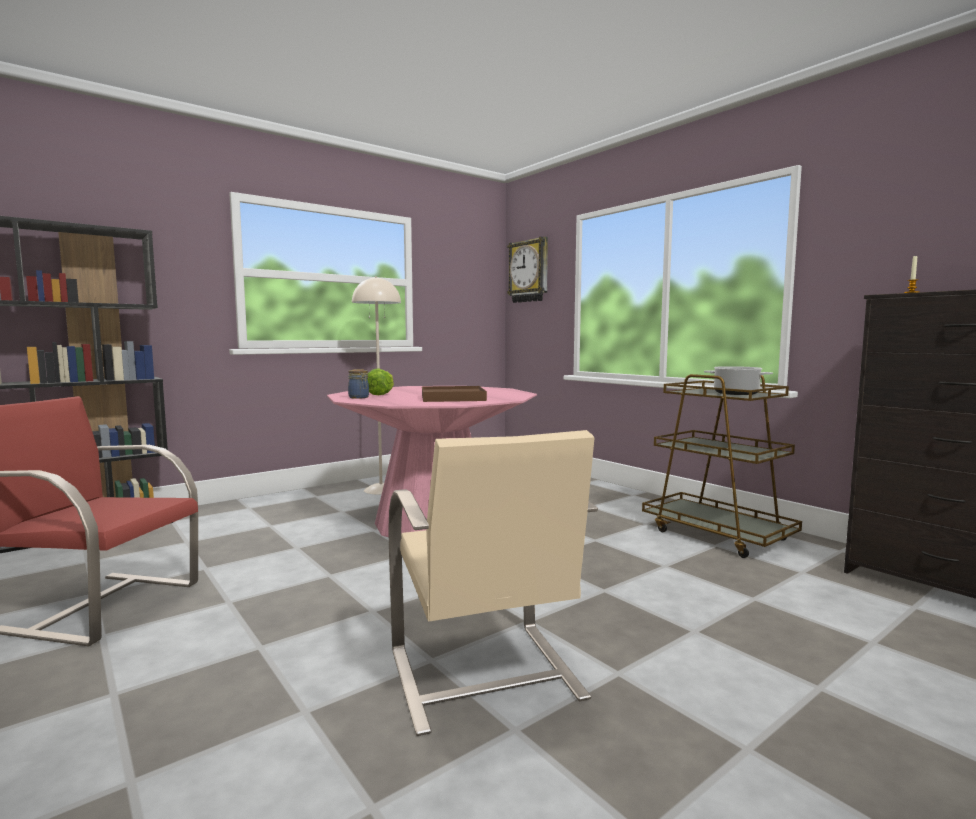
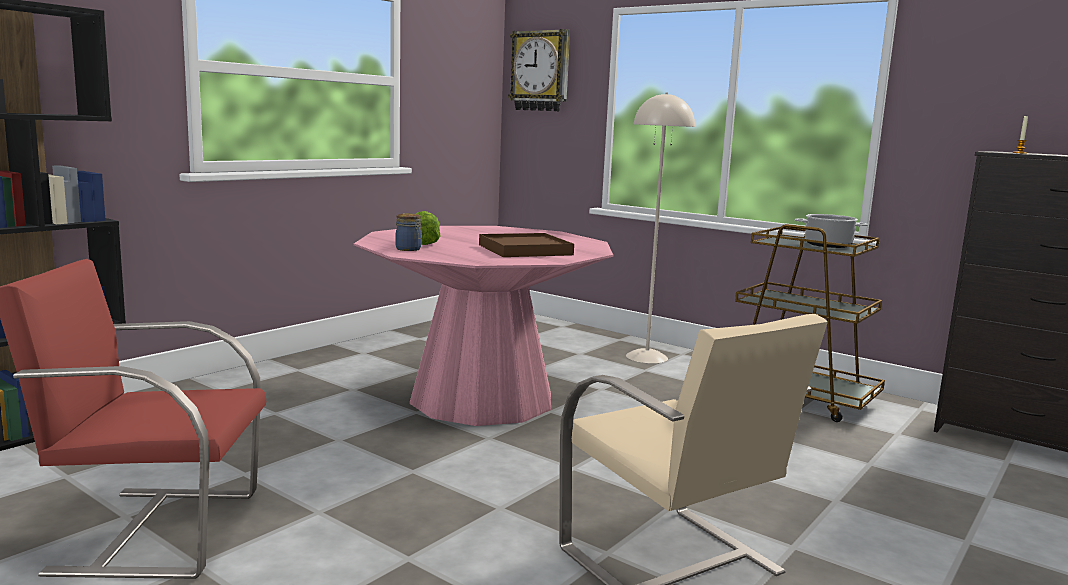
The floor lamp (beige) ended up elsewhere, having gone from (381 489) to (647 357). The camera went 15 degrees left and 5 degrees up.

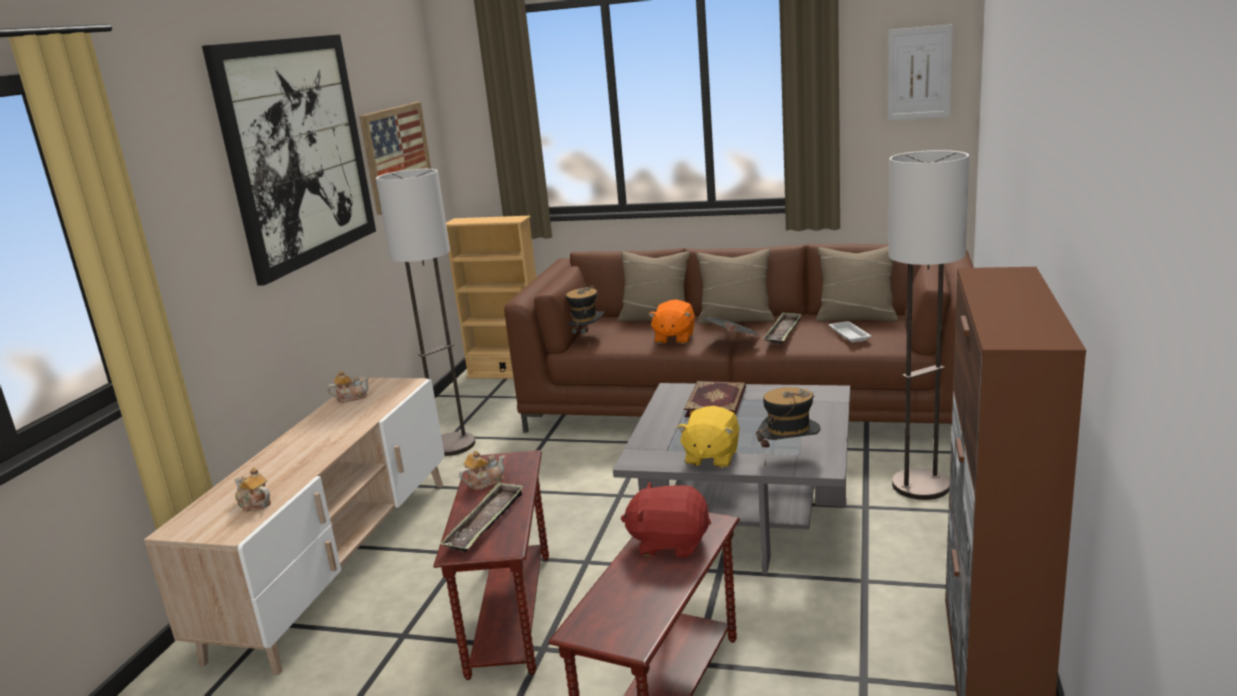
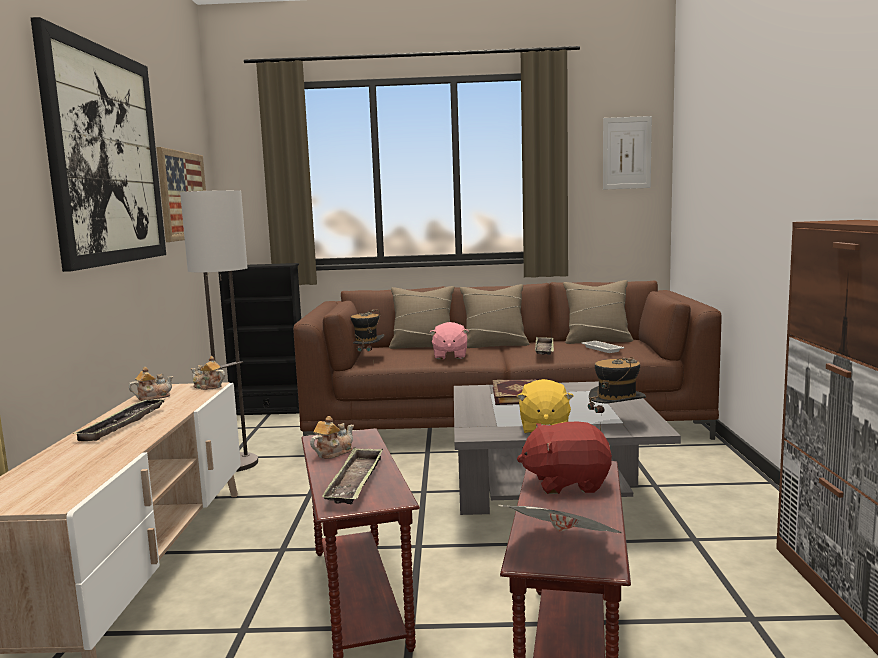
The second view gained the tray at (123 424). The teapot ended up elsewhere, having gone from (254 504) to (208 387). What was the bookcase (beige) at (508 373) turned into the bookcase (black) at (269 410). What was the plush toy (orange) at (674 338) turned into the plush toy (pink) at (449 356). The newspaper ended up elsewhere, having gone from (733 342) to (564 551). The second view lost the floor lamp at (920 485). The camera went 15 degrees left and 10 degrees down.

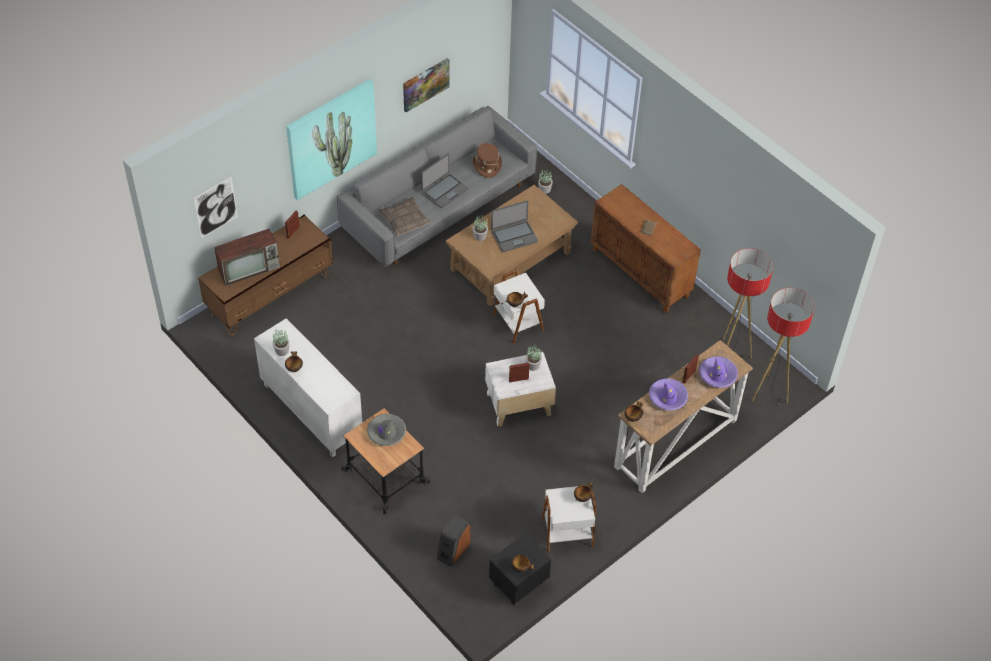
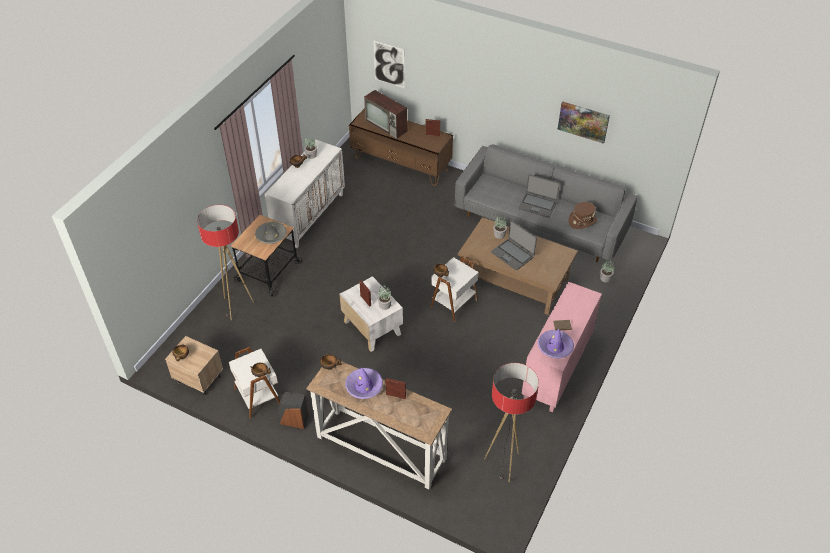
What was the nightstand (black) at (518 583) turned into the nightstand (beige) at (198 378). The floor lamp ended up elsewhere, having gone from (769 394) to (236 307). The speaker ended up elsewhere, having gone from (453 550) to (293 419). What was the cabinet (brown) at (641 273) turned into the cabinet (pink) at (557 369). The hat (purple) ended up elsewhere, having gone from (717 375) to (555 347). The second view lost the picture at (330 138). The second view lost the pillow at (404 220). The camera went 70 degrees right and 5 degrees down.

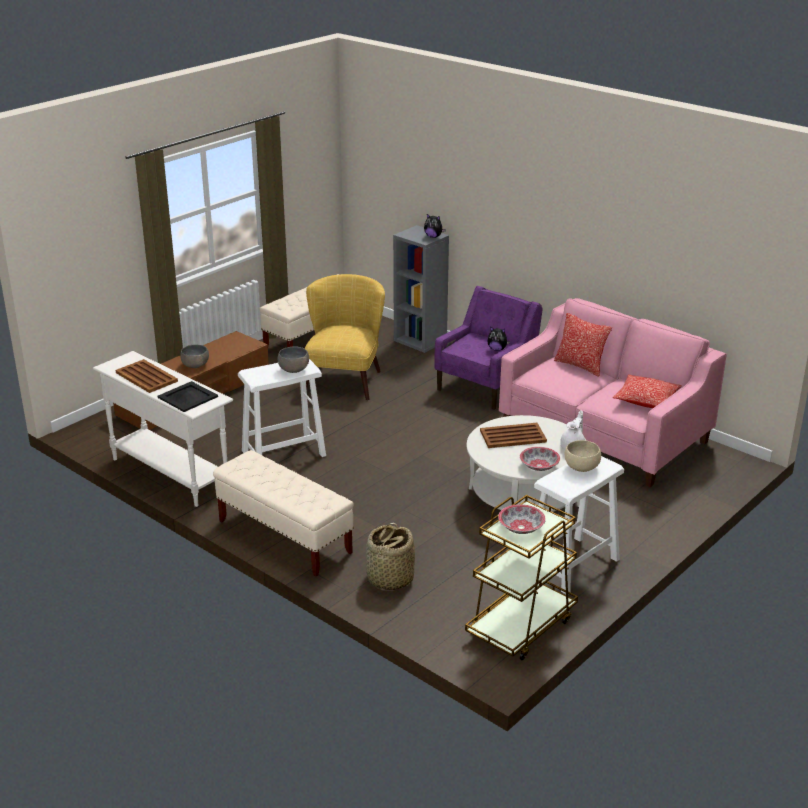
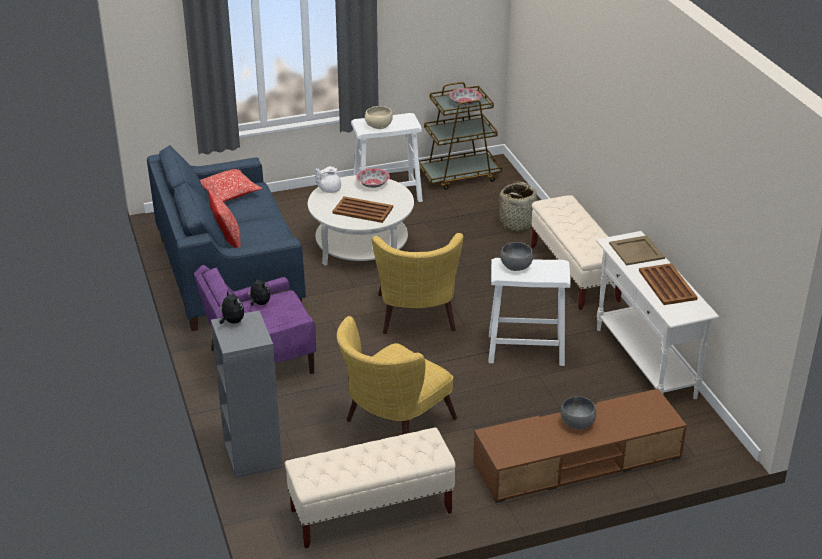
What was the sofa (pink) at (604 434) turned into the sofa (blue) at (229 274). The second view gained the armchair (yellow) at (417 319). What was the tray (black) at (188 397) turned into the tray (beige) at (636 251). The camera went 150 degrees left and 5 degrees up.

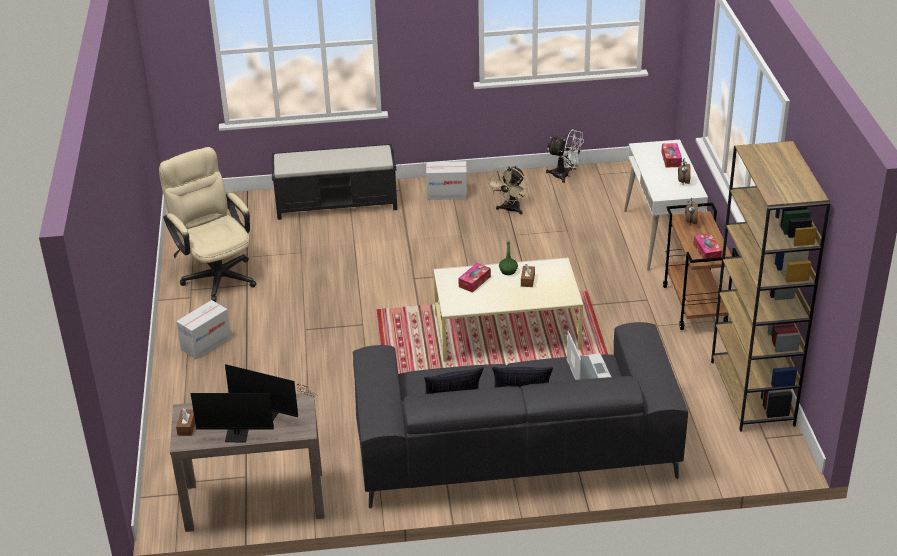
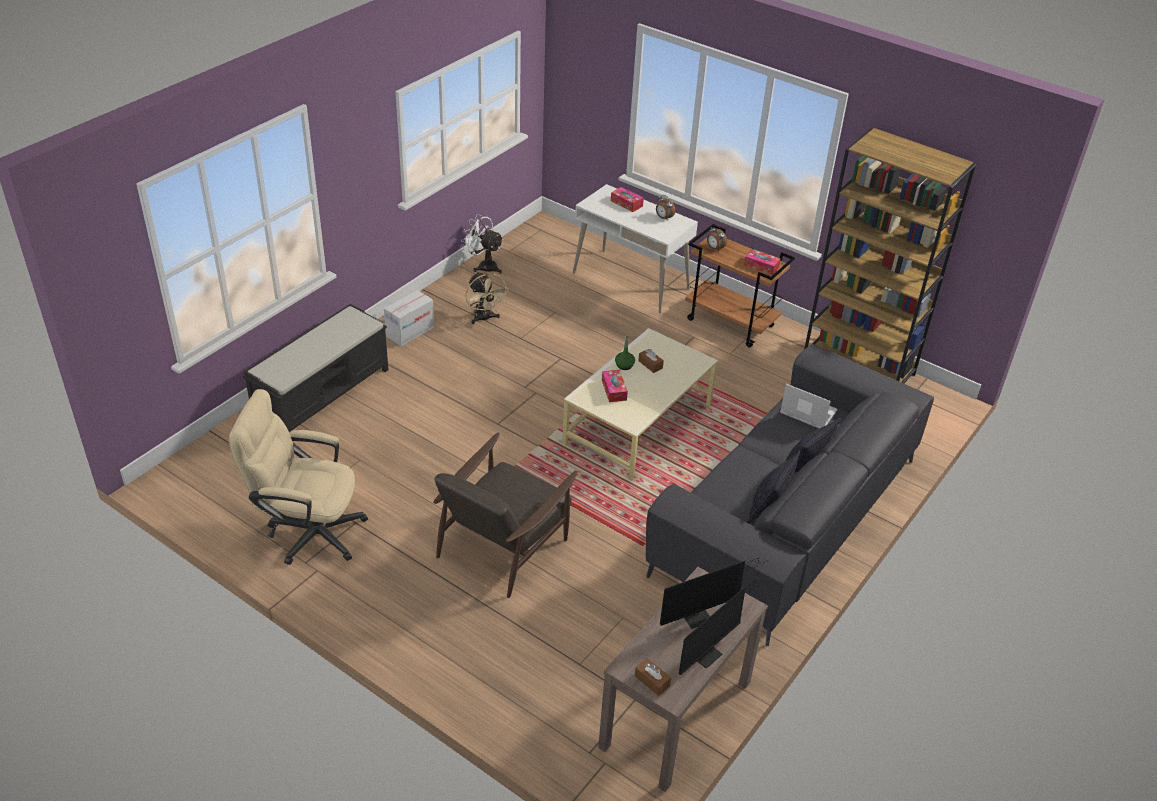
The second view gained the armchair (brown) at (503 544). The fan (white) at (565 175) ended up facing another way, 120 degrees counterclockwise from before. The second view lost the cardboard box at (206 343). The camera went 50 degrees left and 5 degrees up.

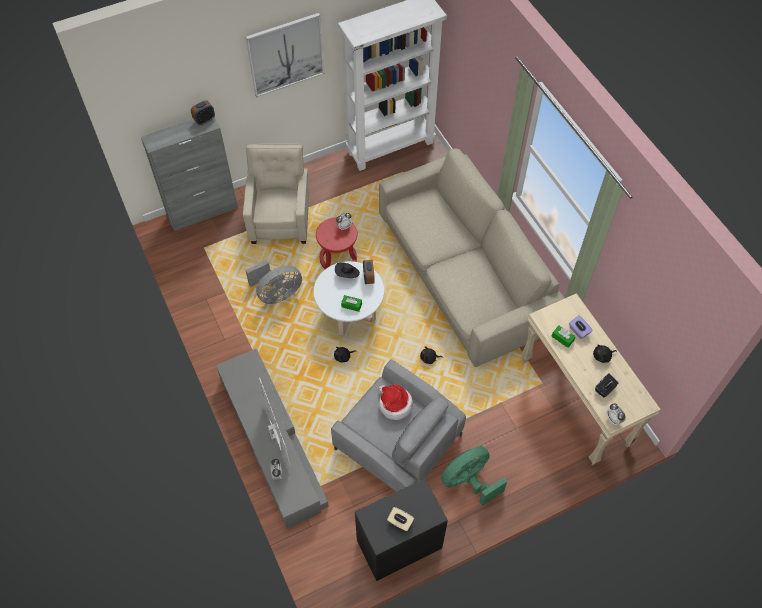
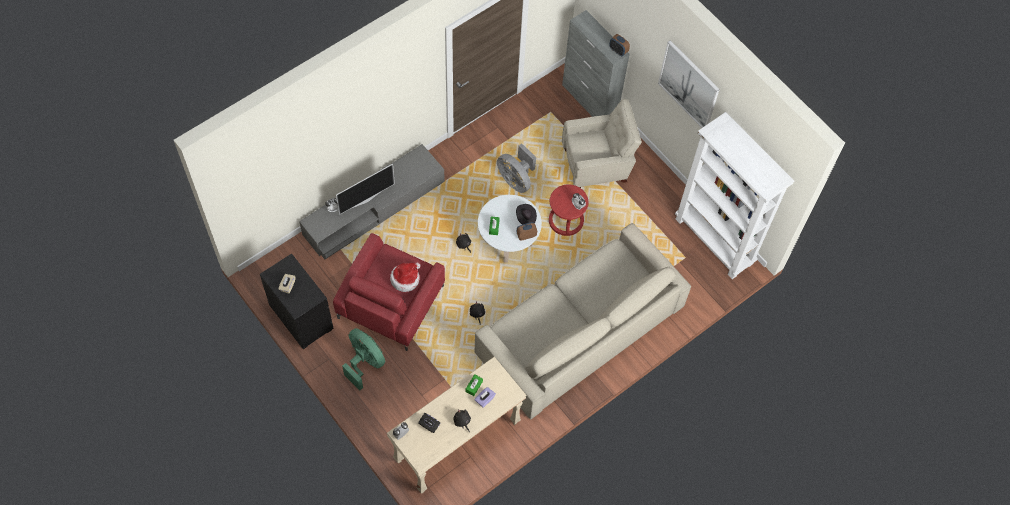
What was the armchair (grey) at (397 441) turned into the armchair (red) at (391 301). The camera went 75 degrees right and 5 degrees up.

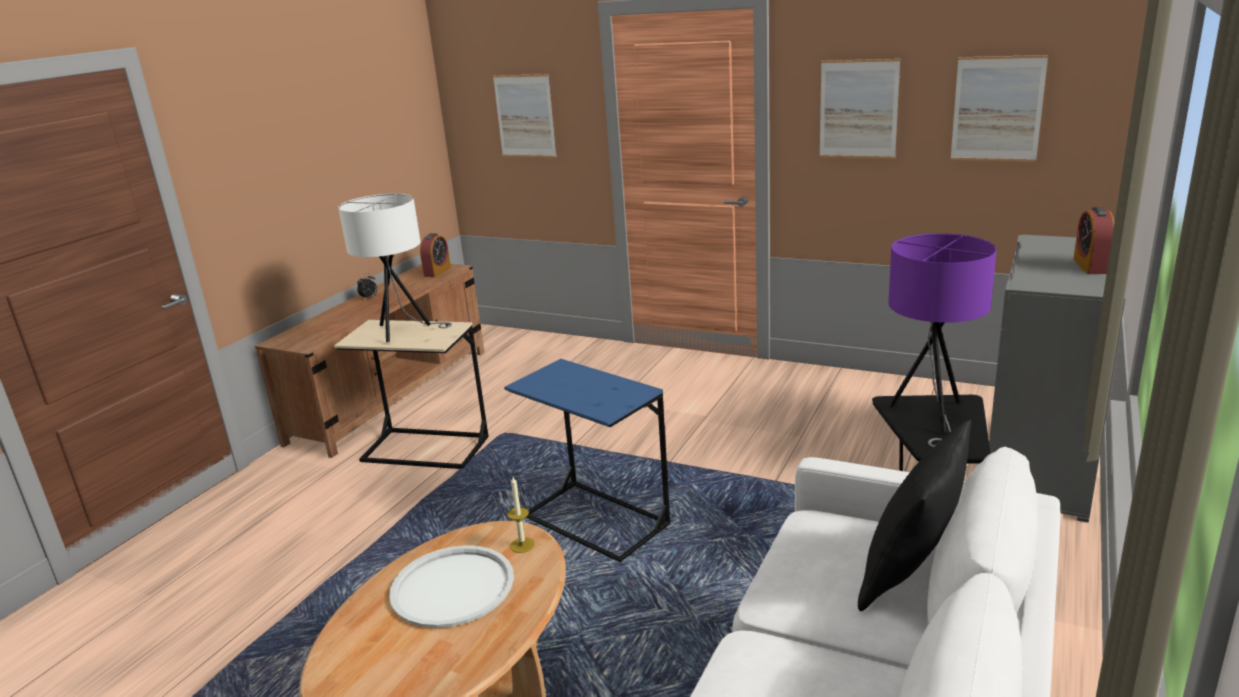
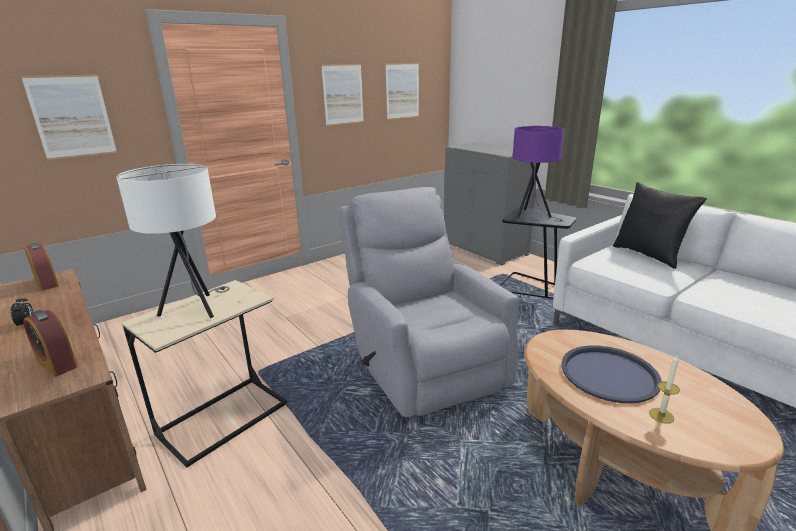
The alarm clock ended up elsewhere, having gone from (1090 266) to (57 363). Where the side table (blue) stood at (596 521), the armchair (grey) came to stand at (422 361). What was the tray (white) at (452 587) turned into the tray (blue) at (609 374). The candle ended up elsewhere, having gone from (522 545) to (661 415). The camera went 65 degrees left and 0 degrees up.

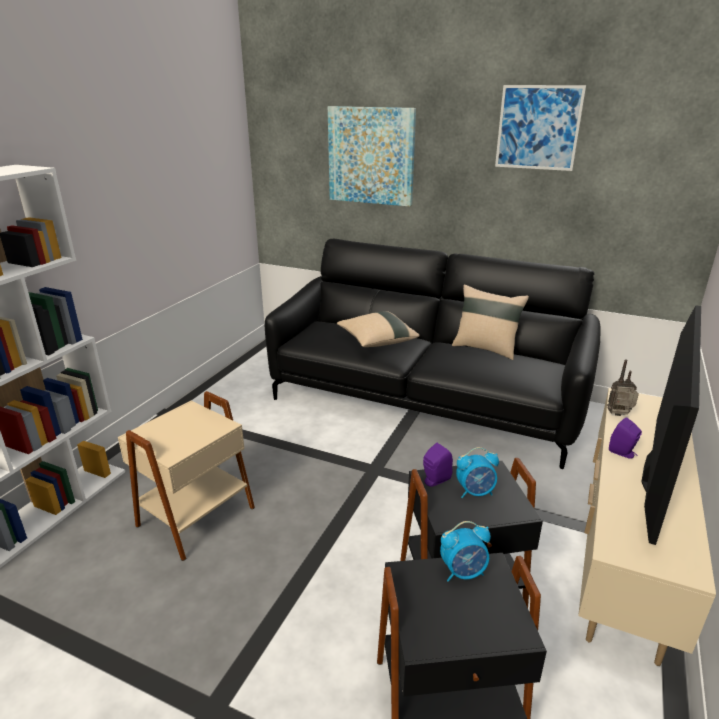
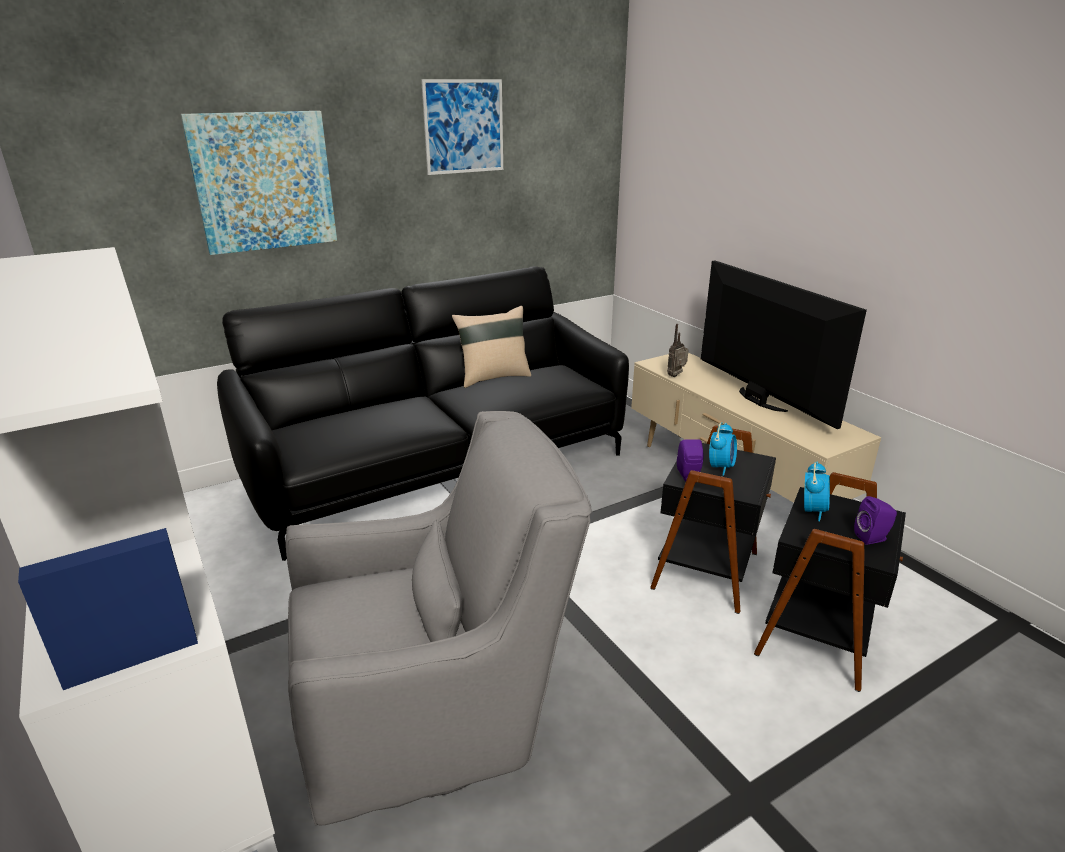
Where the side table (beige) stood at (194 515), the armchair (grey) came to stand at (437 716). The speaker (purple) ended up elsewhere, having gone from (623 453) to (872 538). The second view lost the pillow (beige) at (376 341). The camera went 55 degrees left and 0 degrees up.

